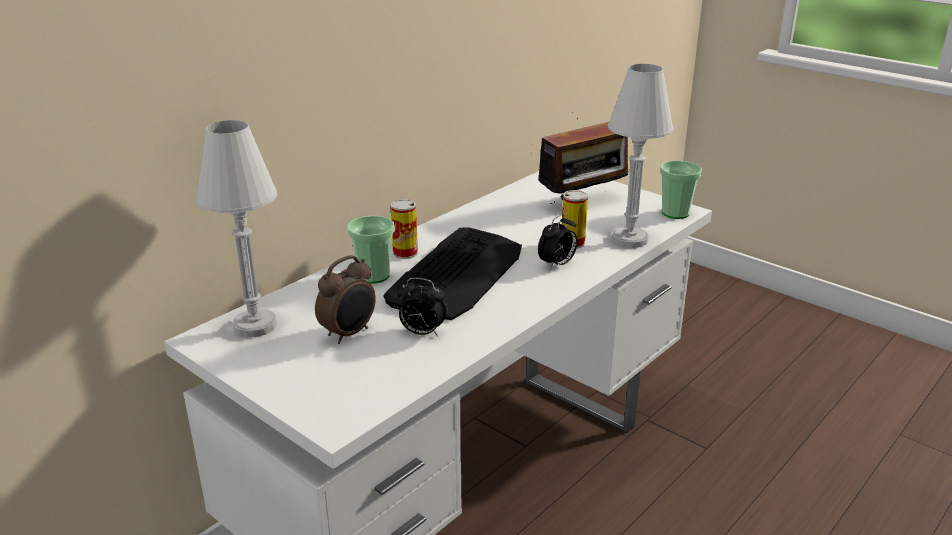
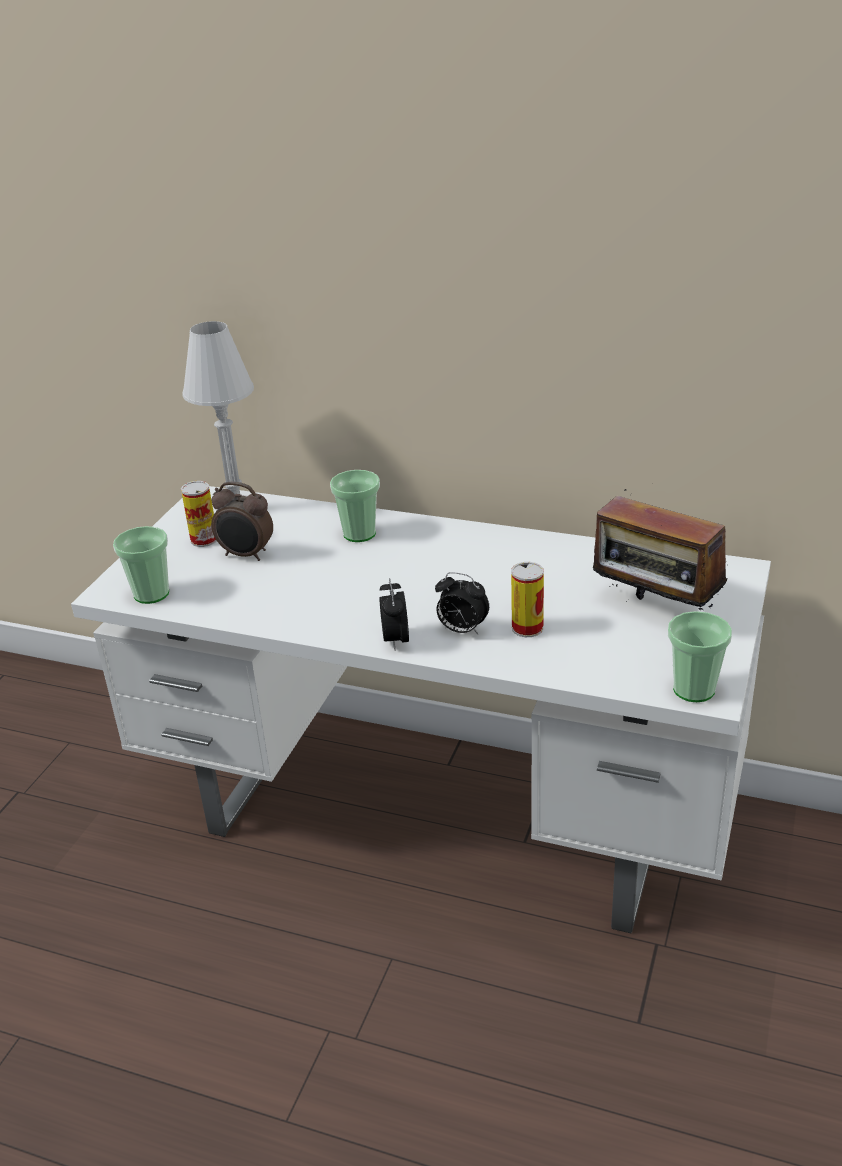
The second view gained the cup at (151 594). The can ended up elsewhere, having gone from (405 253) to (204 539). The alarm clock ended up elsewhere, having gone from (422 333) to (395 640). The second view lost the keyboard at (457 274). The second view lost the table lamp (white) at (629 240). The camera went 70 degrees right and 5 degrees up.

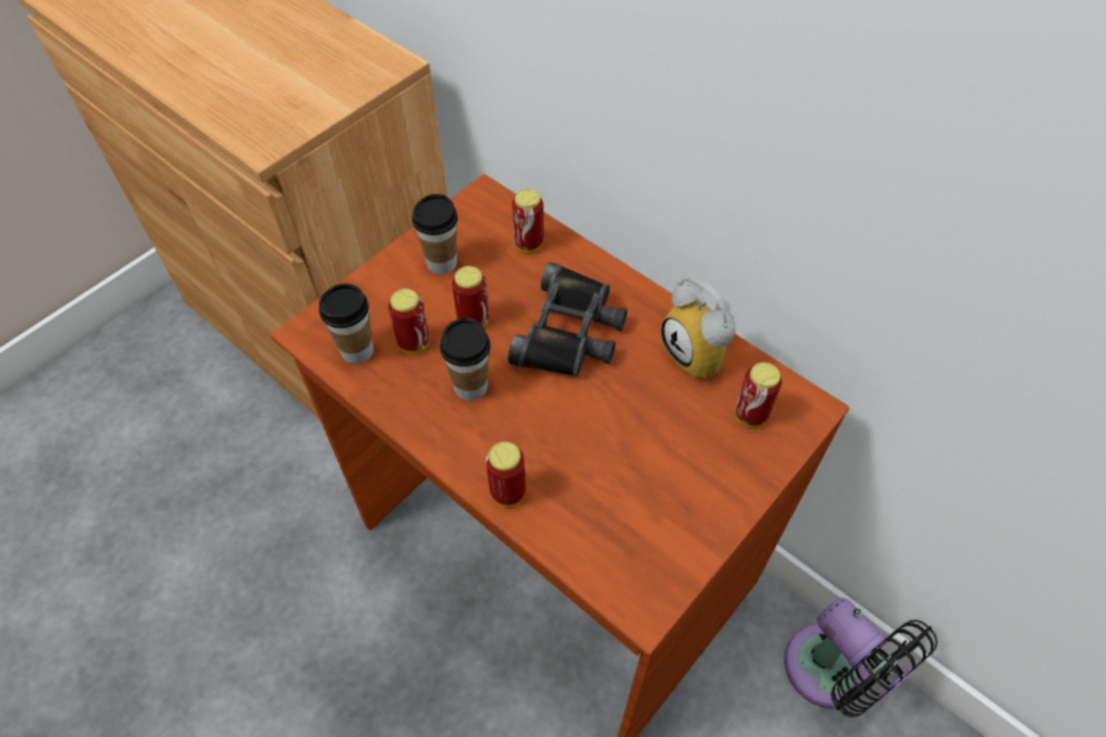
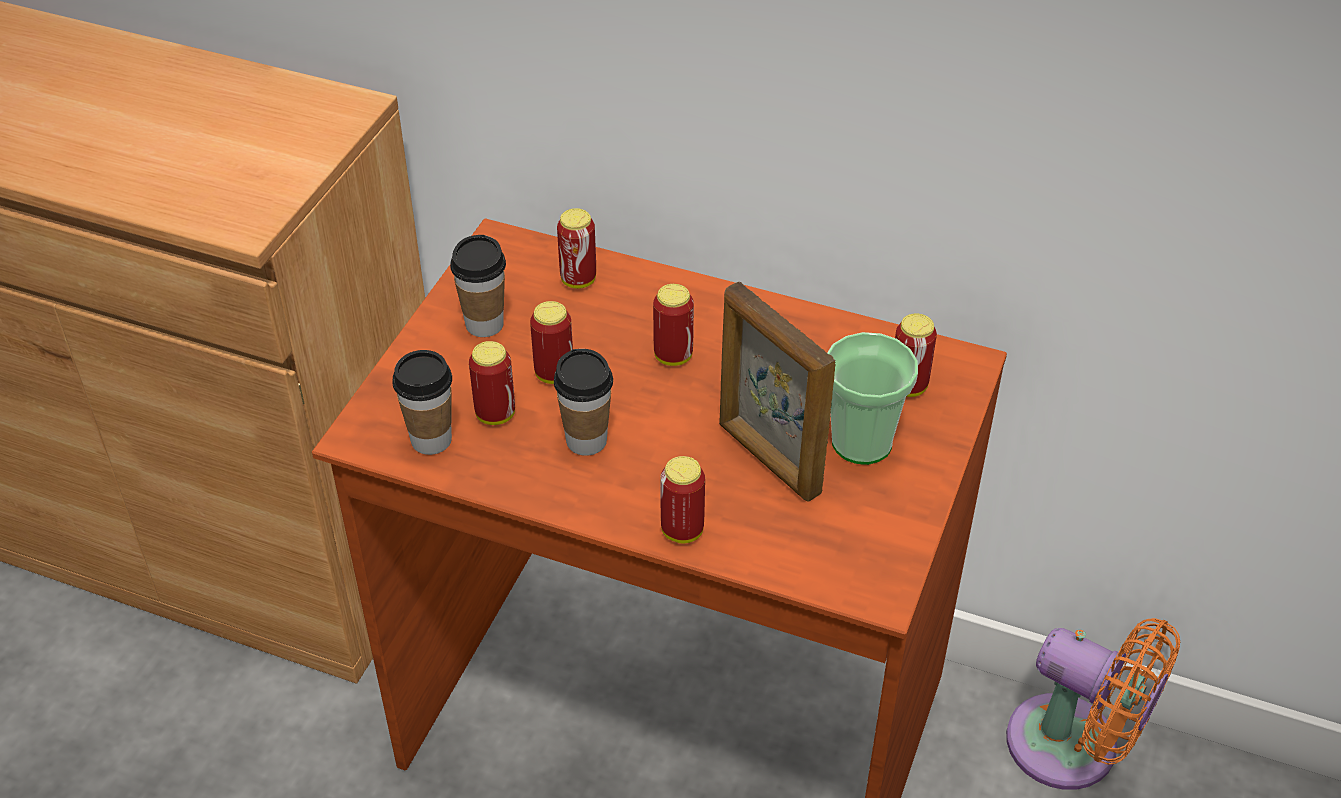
Where the binoculars (black) stood at (571 331), the can came to stand at (673 356). The second view gained the picture frame at (768 459). The second view gained the cup at (861 442). What was the fan (black) at (833 674) turned into the fan (orange) at (1073 749). The second view lost the alarm clock at (700 354). The camera went 20 degrees left and 10 degrees down.

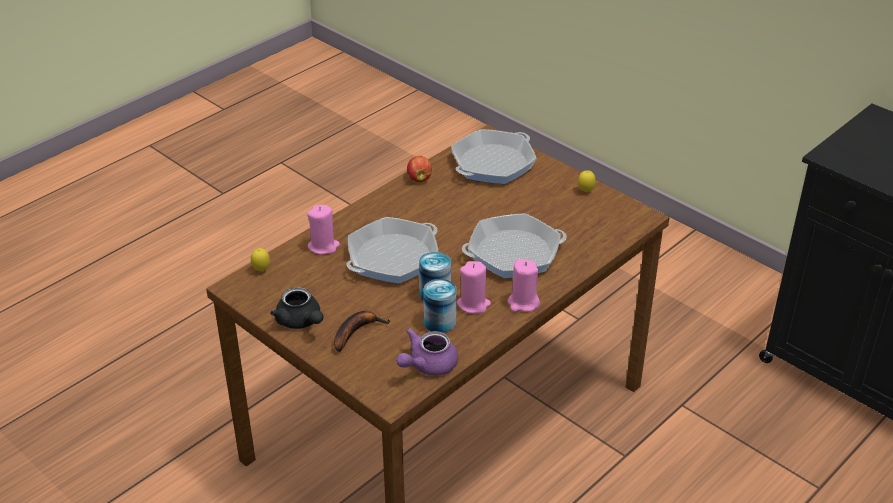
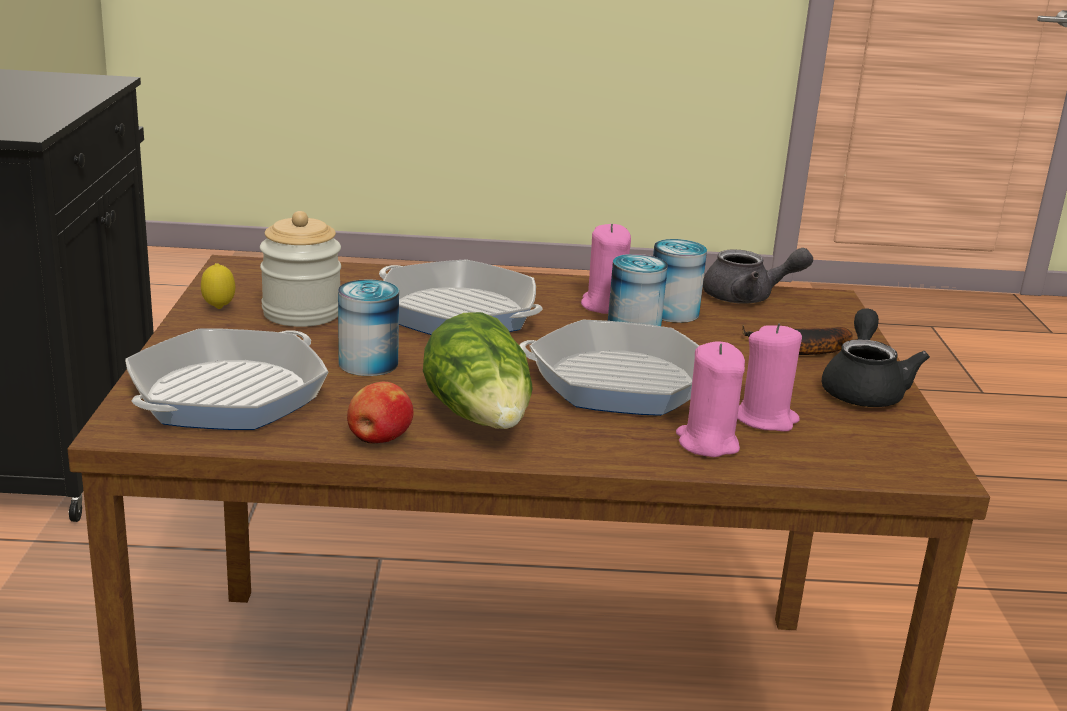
The frying pan at (493 163) ended up facing another way, 60 degrees counterclockwise from before. The second view gained the jar at (301 313). The second view gained the can at (368 363). The second view gained the lettuce at (481 418). What was the teapot (purple) at (427 365) turned into the teapot (grey) at (748 297). The candle (pink) ended up elsewhere, having gone from (523 303) to (765 419). The second view lost the lemon at (261 270). The camera went 135 degrees left and 15 degrees down.

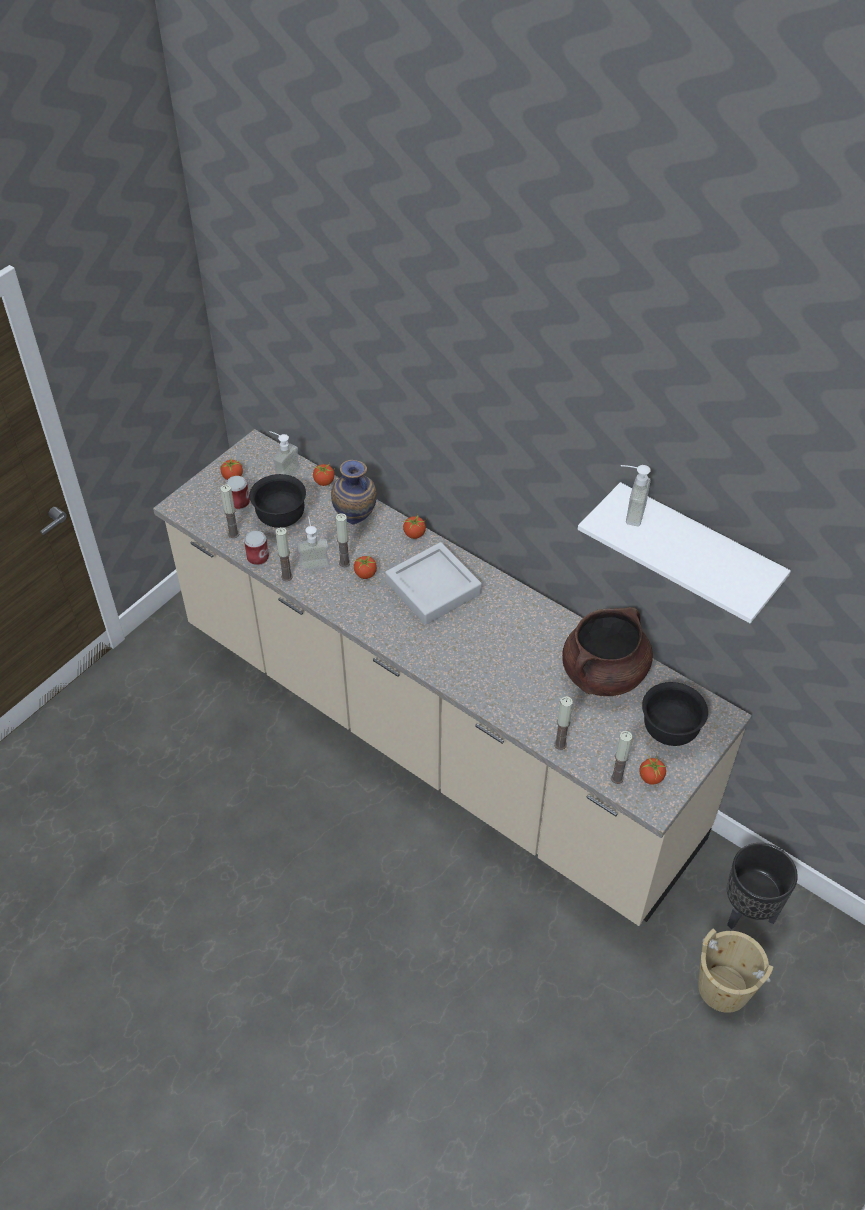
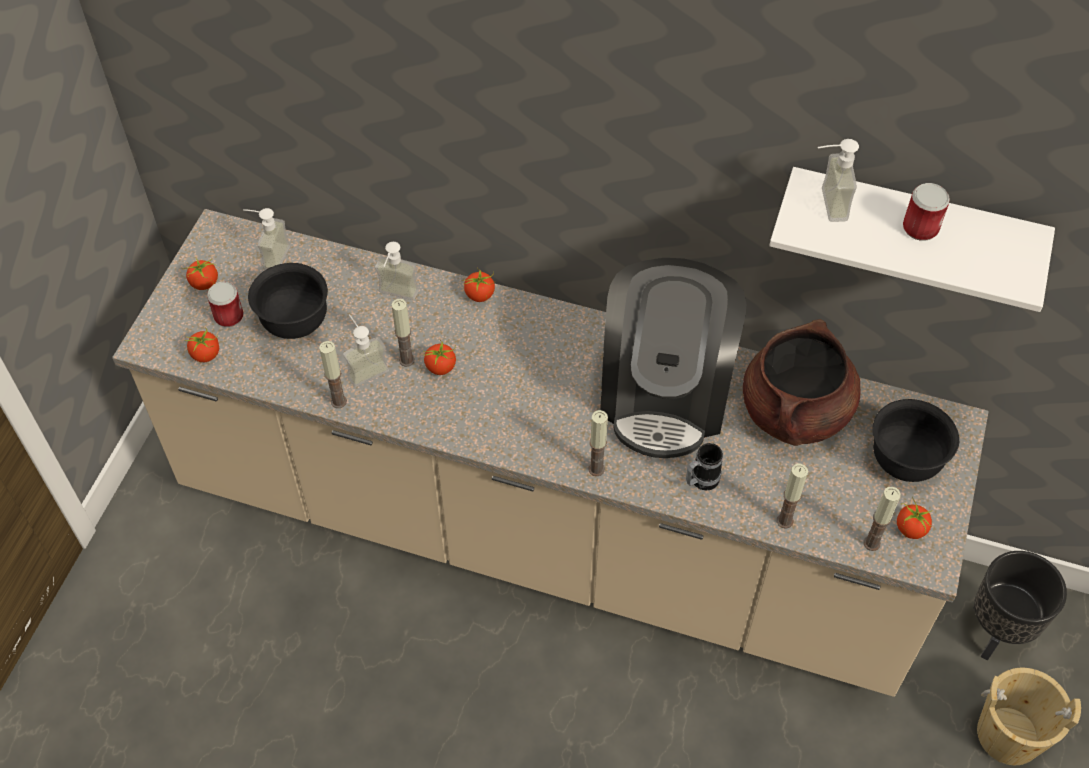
The tomato ended up elsewhere, having gone from (324 481) to (206 354). Where the vase stood at (356 520), the soap dispenser came to stand at (396 297). The candle ended up elsewhere, having gone from (233 534) to (596 469). The second view gained the coffee machine at (665 394). The second view gained the mug at (700 481). The can ended up elsewhere, having gone from (258 557) to (920 228). The second view lost the tray (grey) at (433 588). The camera went 20 degrees left and 5 degrees up.

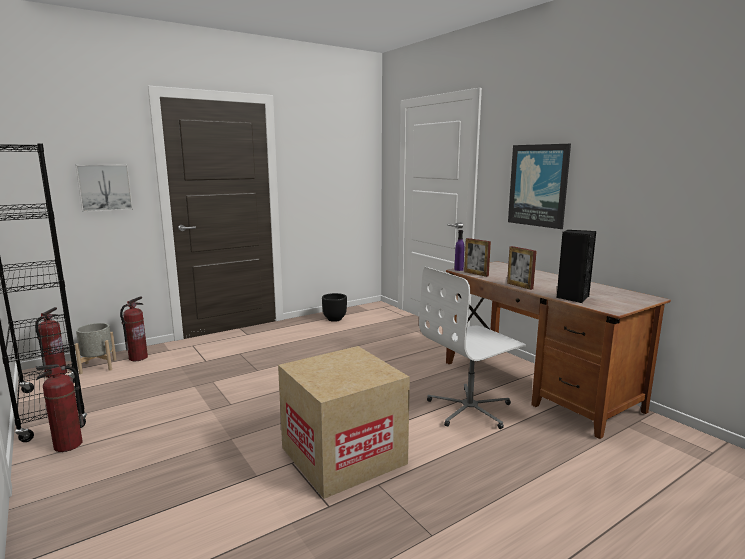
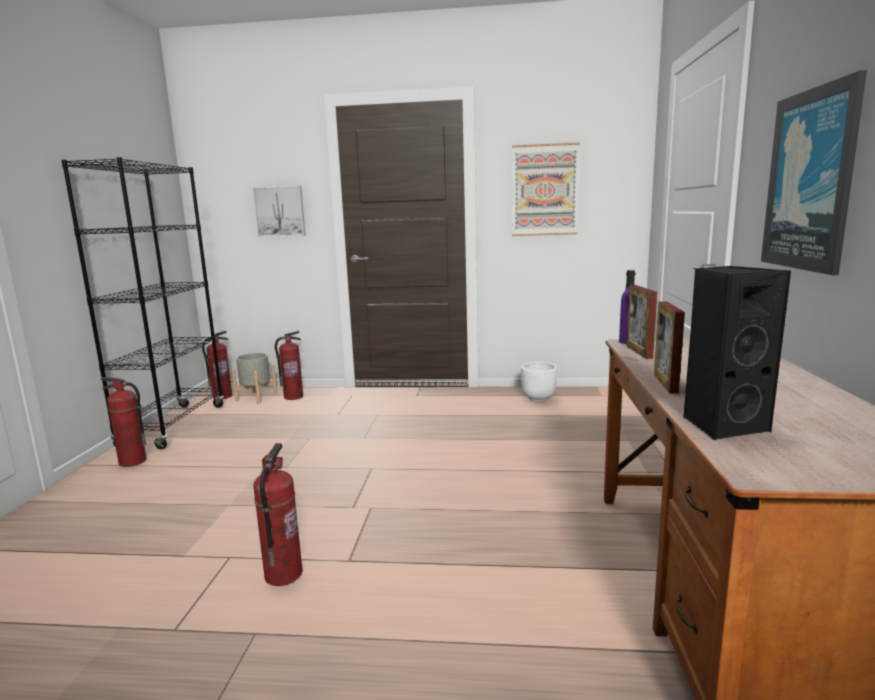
Where the cardboard box stood at (343 455), the fire extinguisher came to stand at (282 574). The second view gained the picture at (545 190). What was the planter (black) at (334 319) turned into the planter (white) at (538 398). The second view lost the office chair (white) at (470 409). The camera went 40 degrees right and 0 degrees up.

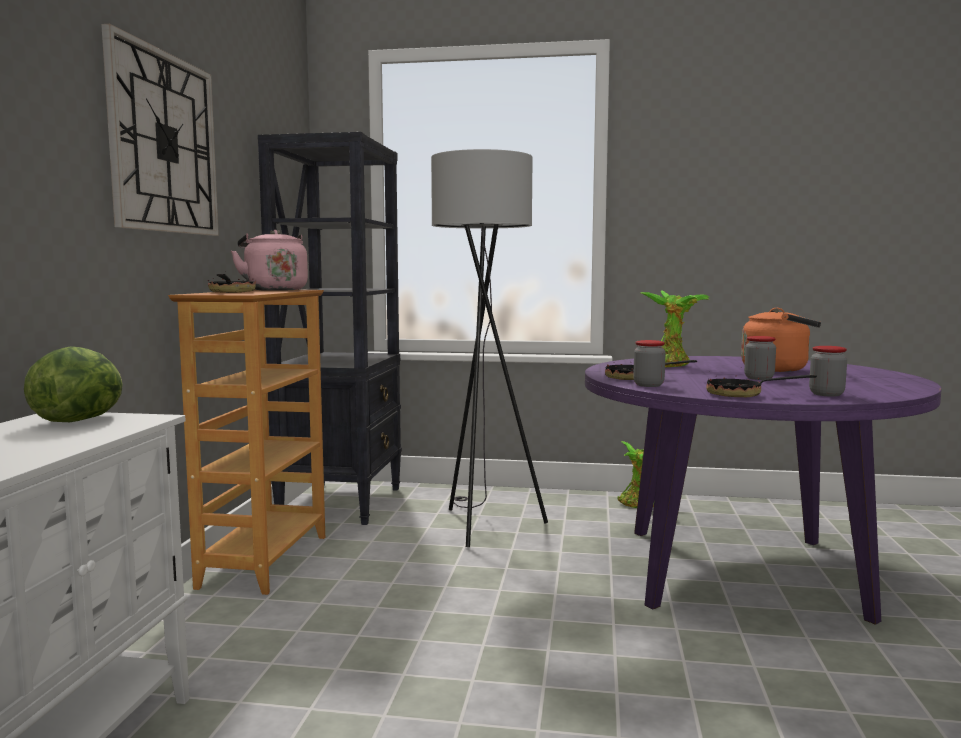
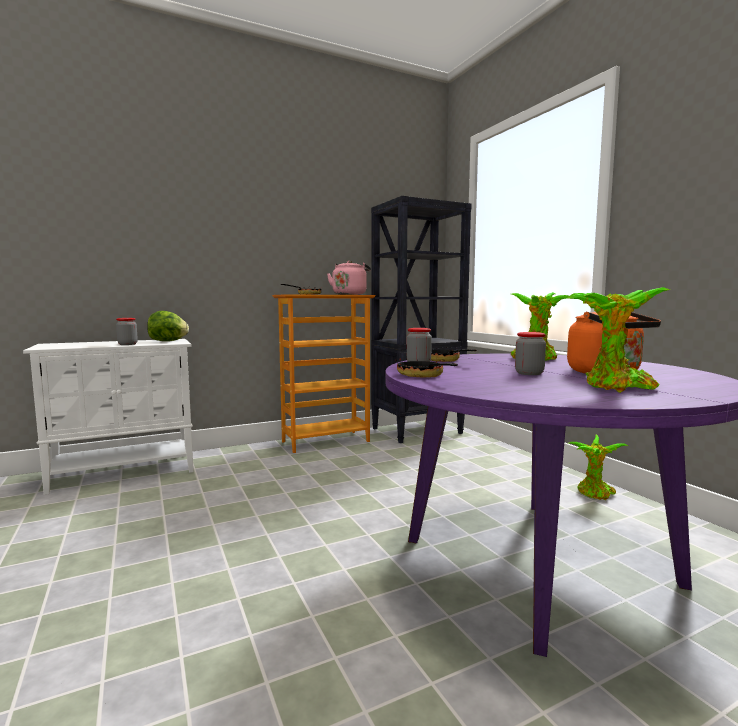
The jar ended up elsewhere, having gone from (826 394) to (127 344). The second view gained the potted plant at (615 388). The second view lost the wall clock at (163 143). The second view lost the floor lamp (grey) at (481 524). The camera went 55 degrees right and 0 degrees up.

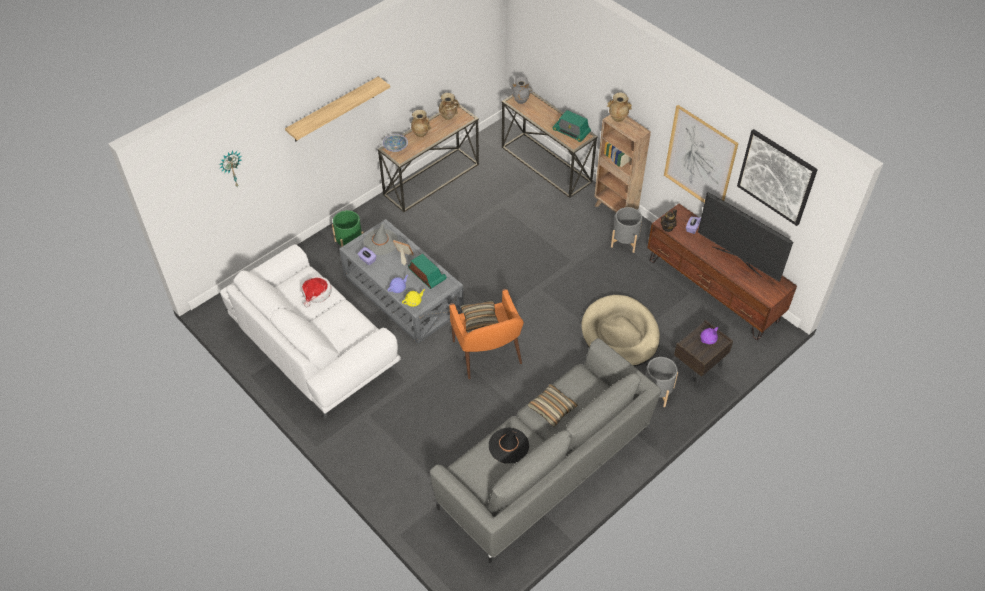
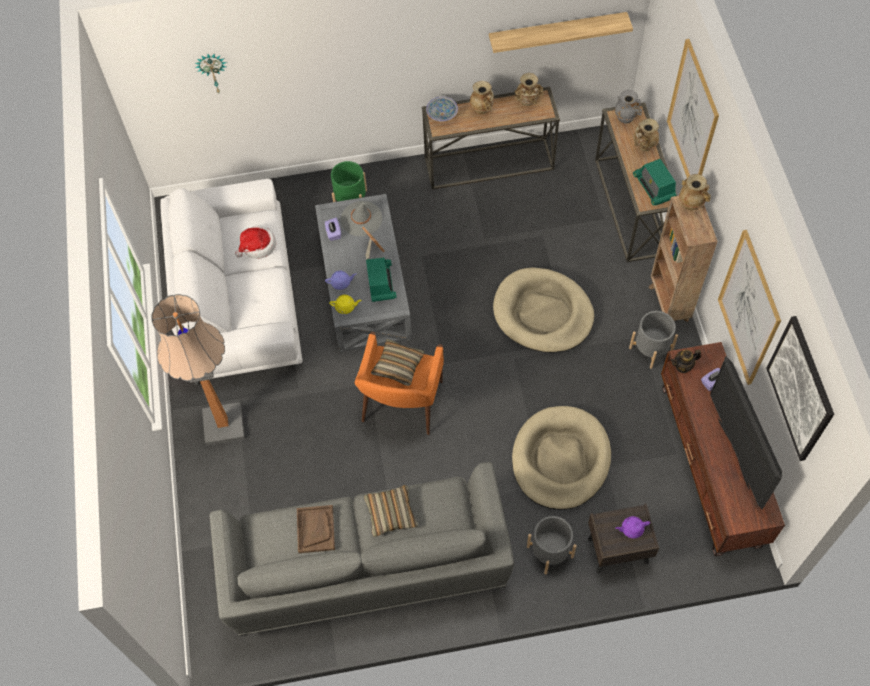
The second view gained the floor lamp at (223 425). Where the hat (black) stood at (508 446), the tray (brown) came to stand at (315 529). The shelf ended up elsewhere, having gone from (334 110) to (557 32). The second view gained the dog bed (beige) at (543 313). The second view gained the vase (beige) at (643 146). The second view gained the picture at (692 118). The camera went 35 degrees right and 10 degrees up.

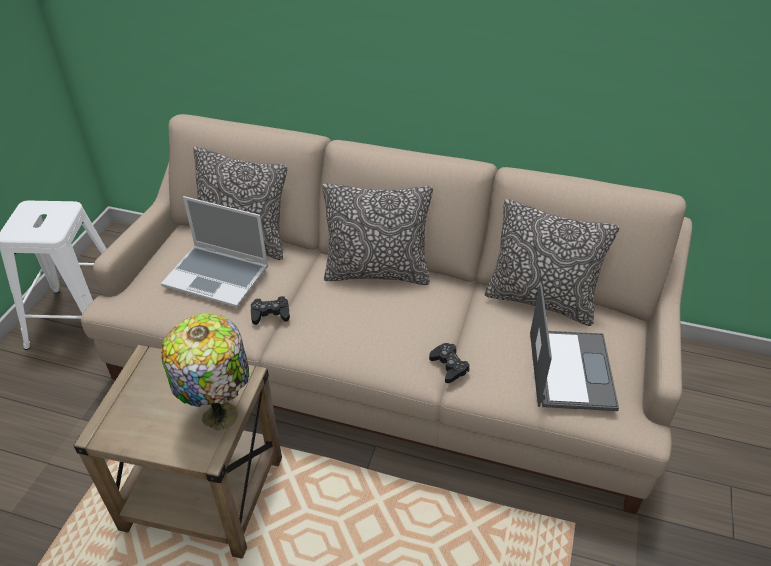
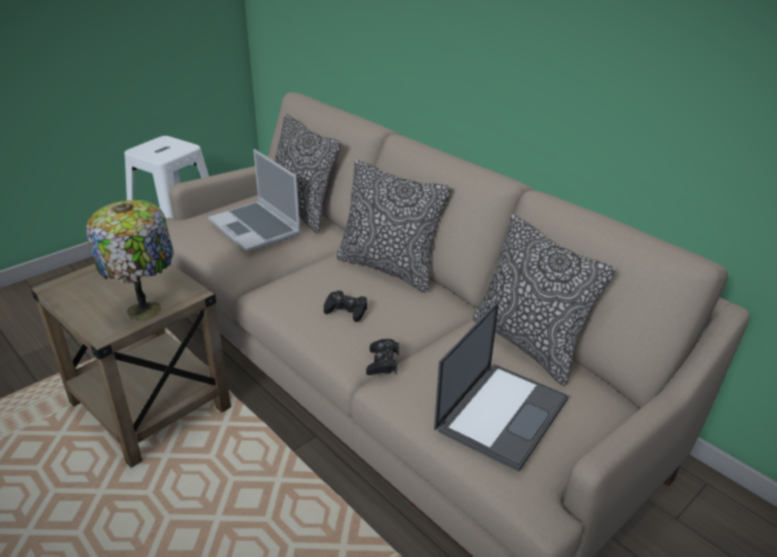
The game controller (black) ended up elsewhere, having gone from (270 314) to (346 310). The camera went 30 degrees right and 10 degrees down.

